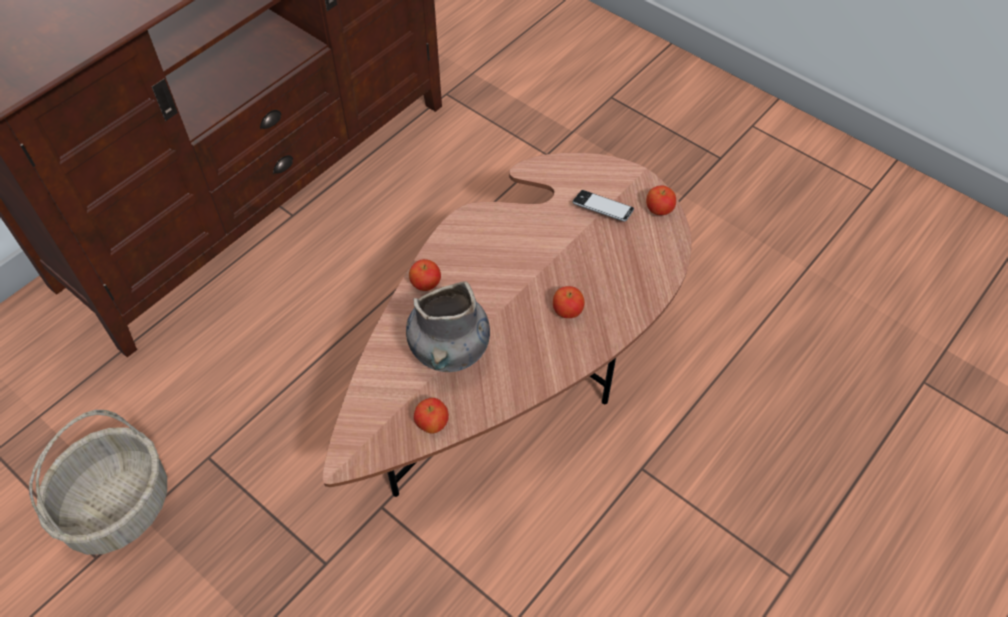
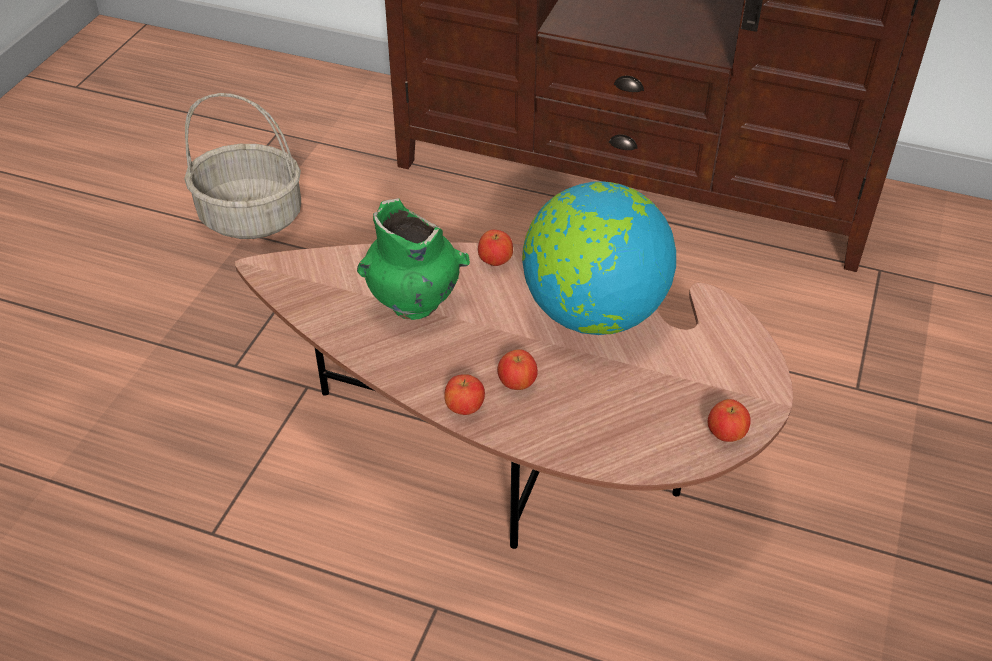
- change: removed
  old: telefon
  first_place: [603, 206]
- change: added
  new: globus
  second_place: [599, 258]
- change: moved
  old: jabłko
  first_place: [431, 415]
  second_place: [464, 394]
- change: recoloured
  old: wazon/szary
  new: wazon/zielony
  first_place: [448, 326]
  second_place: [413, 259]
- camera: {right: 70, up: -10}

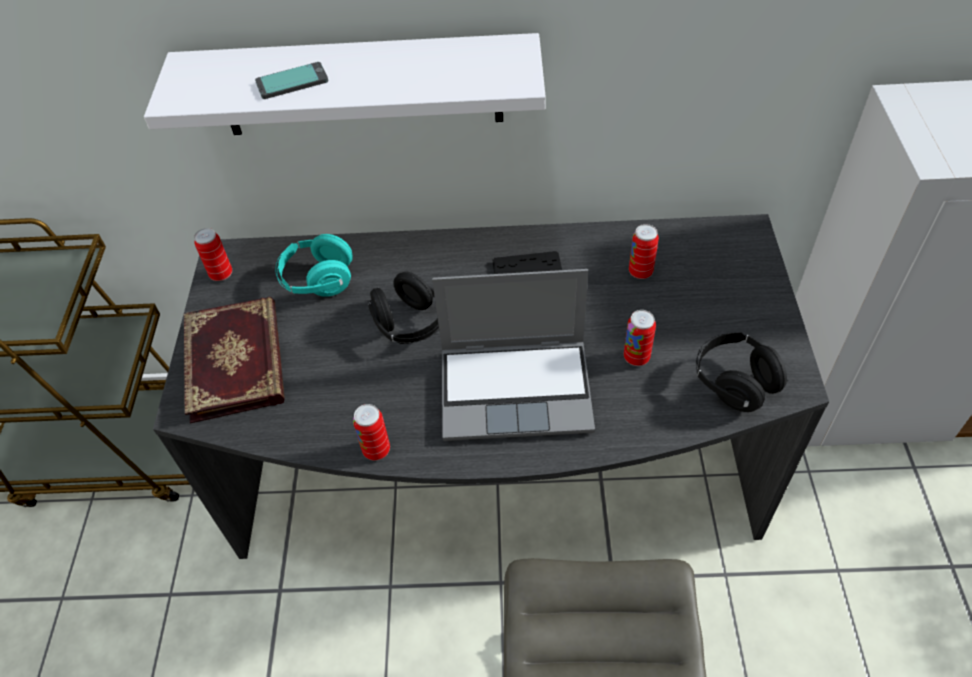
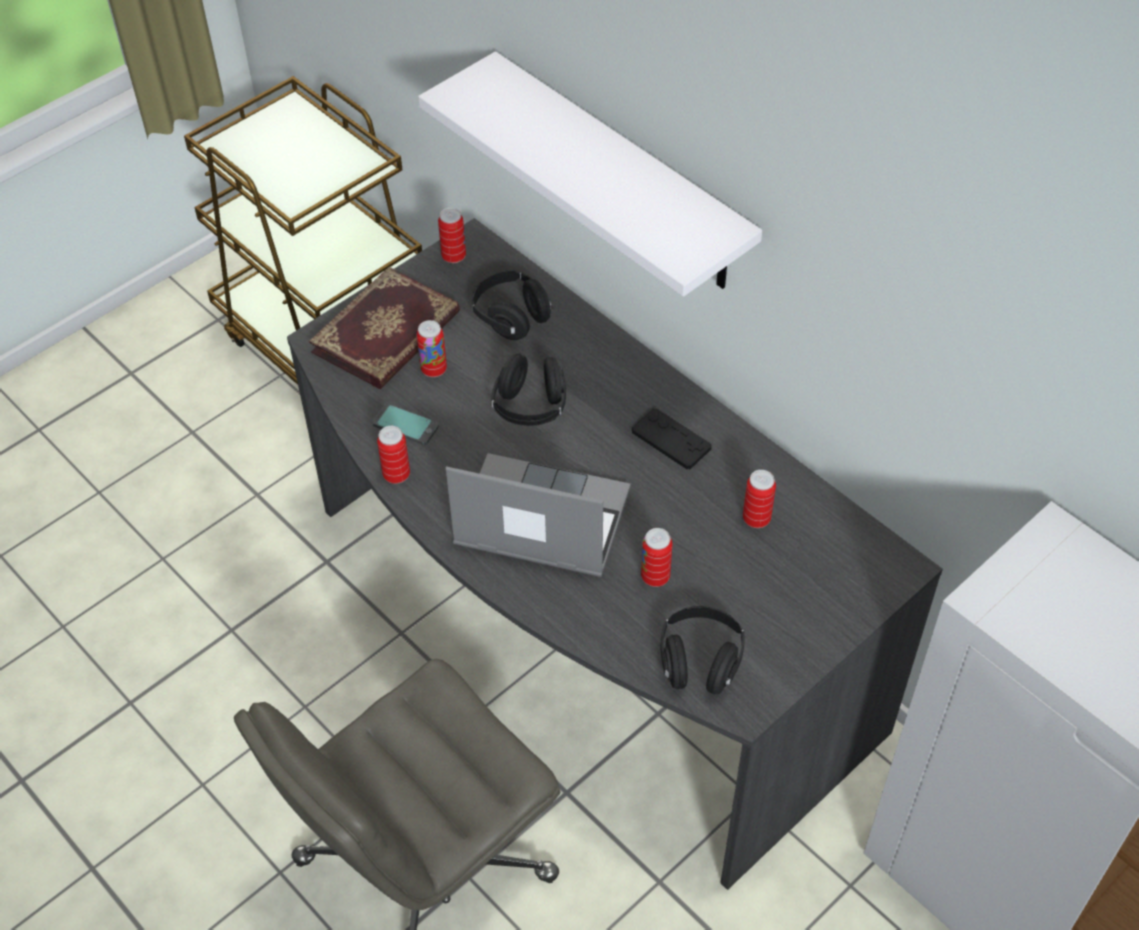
- change: added
  new: puszka
  second_place: [432, 348]
- change: moved
  old: telefon
  first_place: [291, 80]
  second_place: [405, 424]
- change: recoloured
  old: słuchawki/turkusowy
  new: słuchawki/czarny
  first_place: [314, 265]
  second_place: [512, 305]
- change: turned
  old: laptop
  first_place: [513, 355]
  second_place: [538, 515]
  degrees: 150
- camera: {right: 45, up: 0}

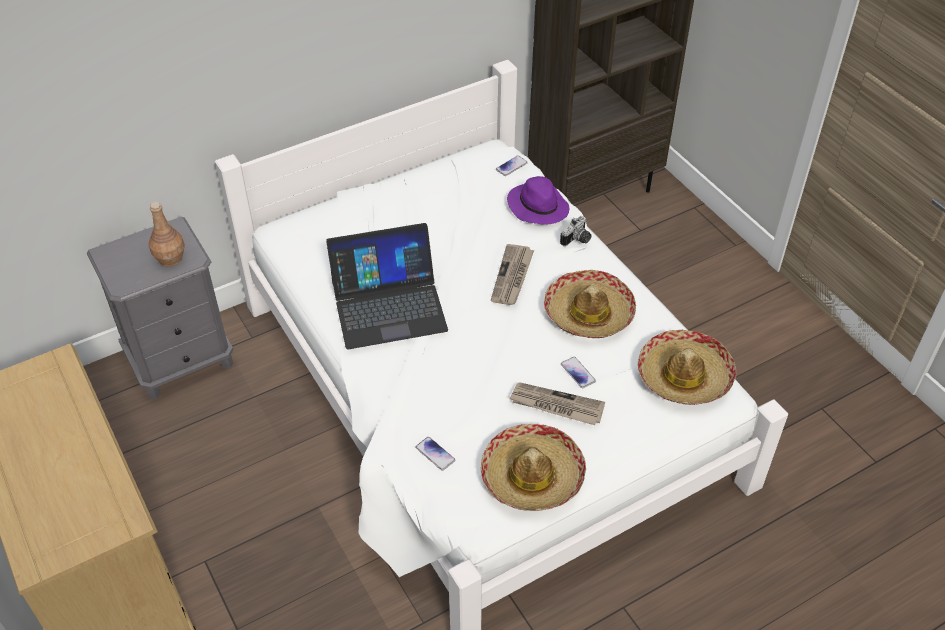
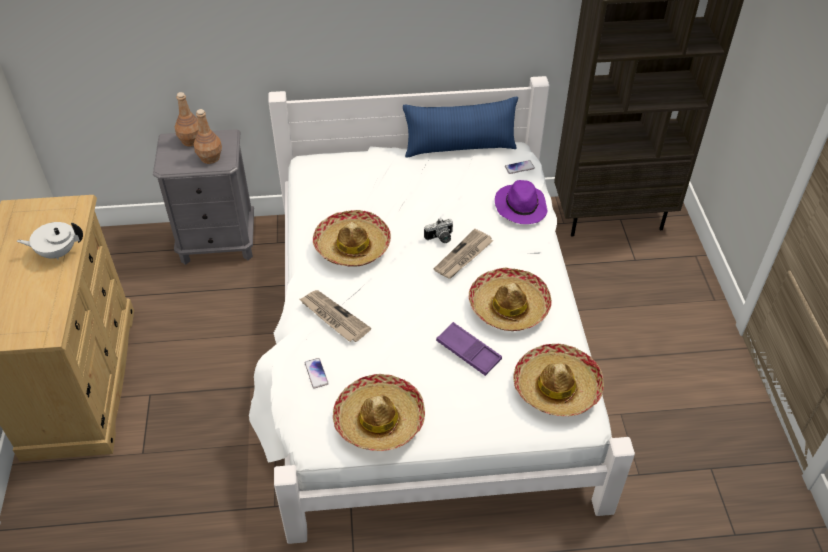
- change: added
  new: imbryk/biały
  second_place: [50, 241]
- change: added
  new: butelka/brązowy
  second_place: [187, 119]
- change: added
  new: poduszka/niebieski
  second_place: [460, 127]
- change: moved
  old: gazeta
  first_place: [557, 403]
  second_place: [335, 316]
- change: moved
  old: aparat fotograficzny
  first_place: [576, 231]
  second_place: [438, 230]
- change: replaced
  old: laptop
  new: kapelusz
  first_place: [387, 286]
  second_place: [352, 238]
- change: replaced
  old: telefon
  new: taca/fioletowy
  first_place: [578, 372]
  second_place: [469, 349]
- camera: {right: 25, up: 0}

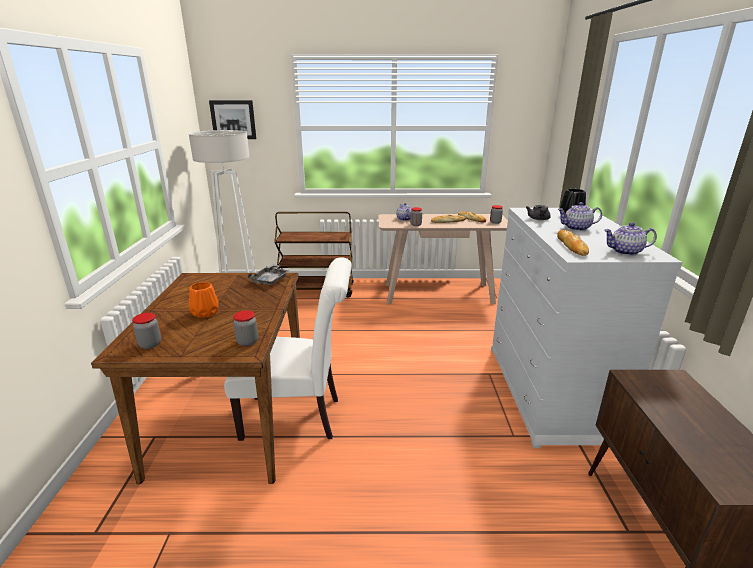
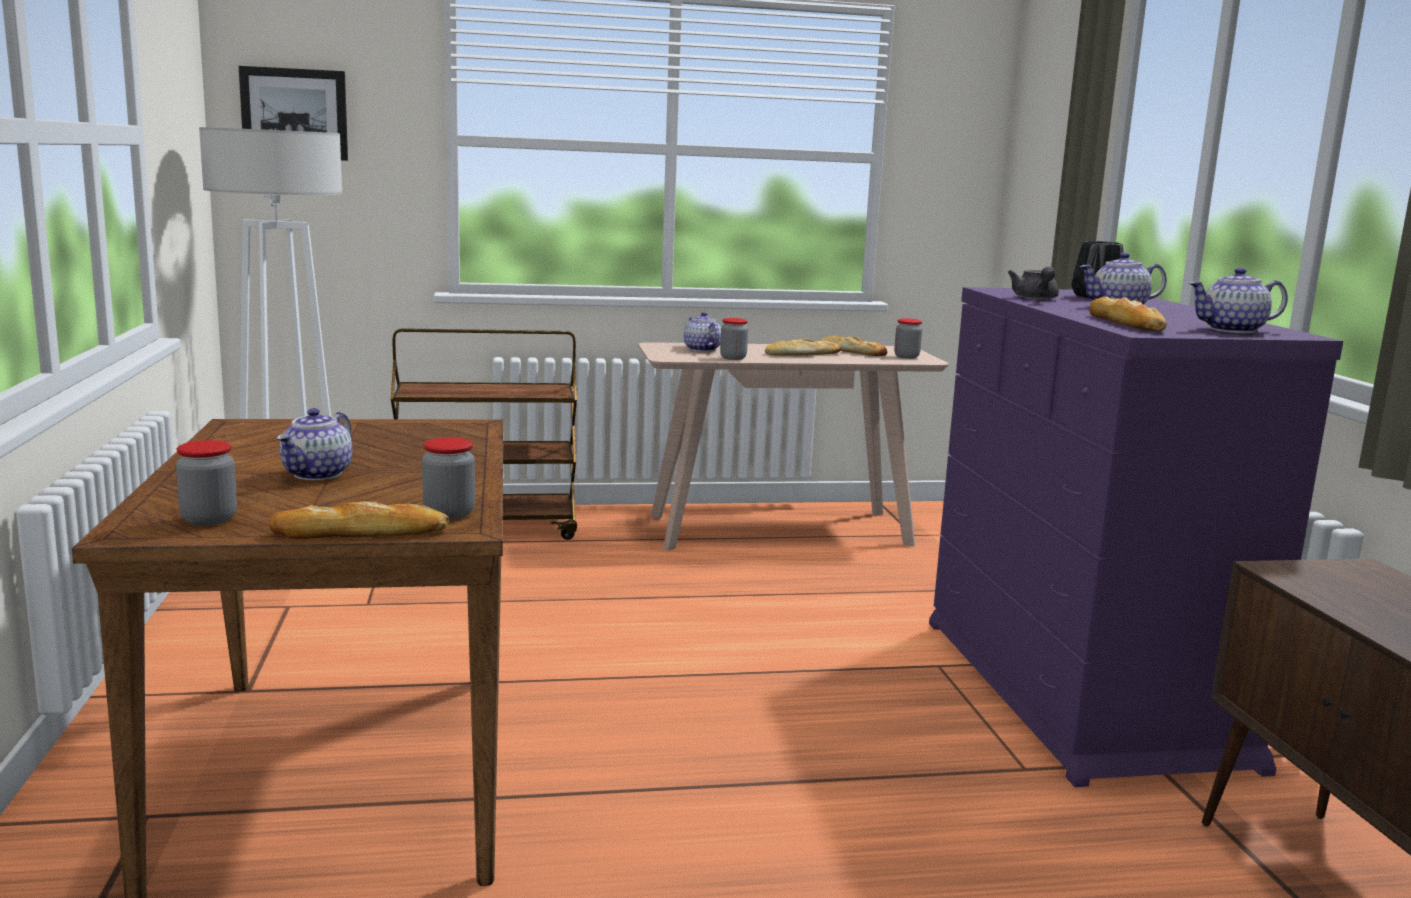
- change: removed
  old: krzesło/biały
  first_place: [288, 349]
- change: removed
  old: taca/szary
  first_place: [269, 274]
- change: added
  new: chleb
  second_place: [359, 520]
- change: replaced
  old: wazon/pomarańczowy
  new: imbryk
  first_place: [203, 300]
  second_place: [314, 444]
- change: recoloured
  old: komoda/biały
  new: komoda/fioletowy
  first_place: [587, 328]
  second_place: [1136, 537]
- camera: {right: -10, up: -10}

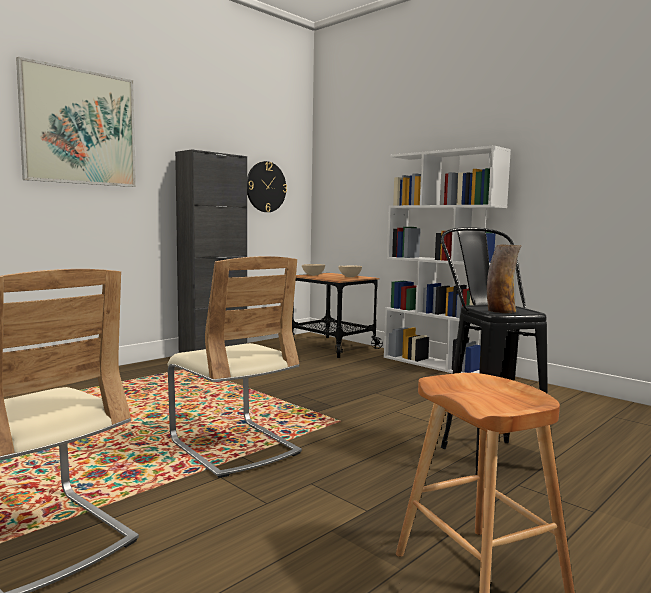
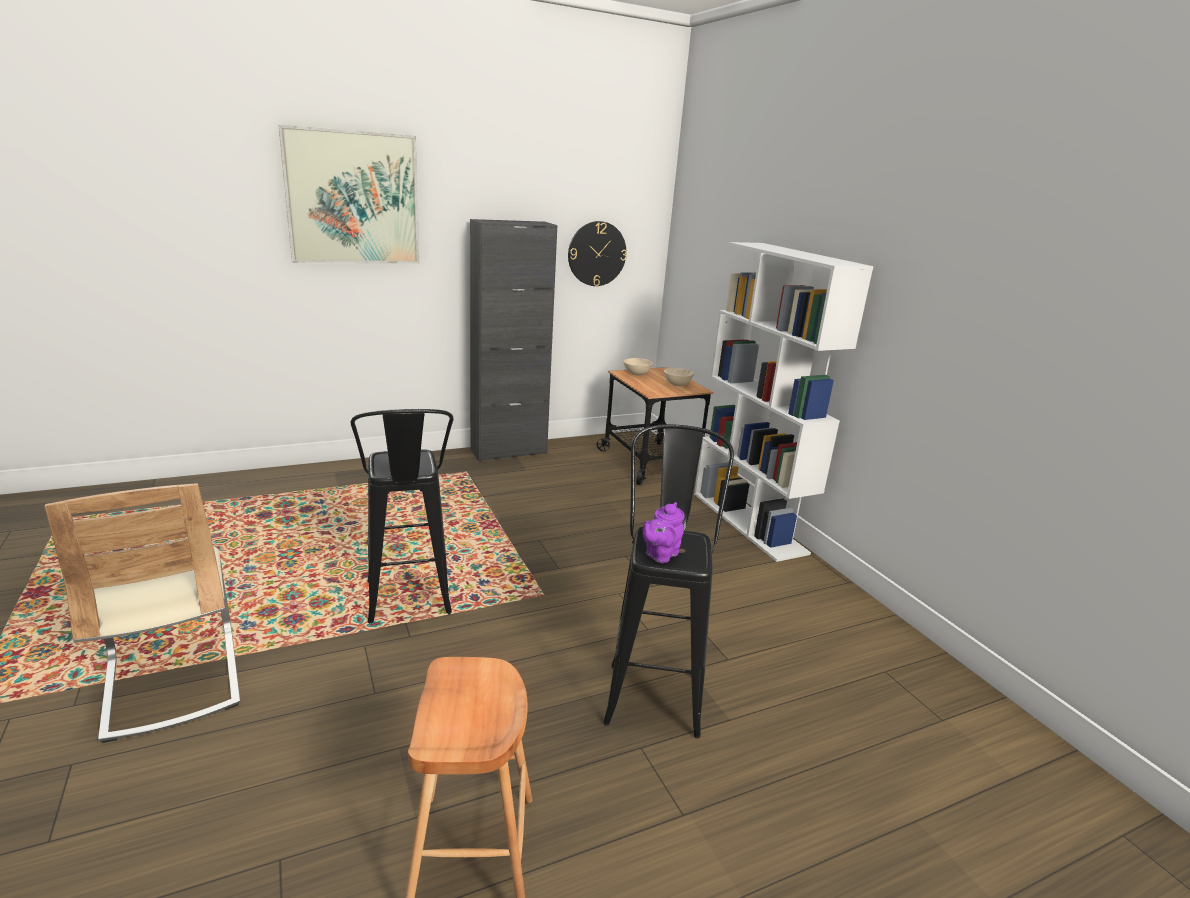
- change: replaced
  old: krzesło/beżowy
  new: stołek/czarny
  first_place: [234, 367]
  second_place: [402, 516]
- change: replaced
  old: wazon
  new: imbryk/fioletowy
  first_place: [504, 278]
  second_place: [664, 532]
- camera: {right: 20, up: 15}

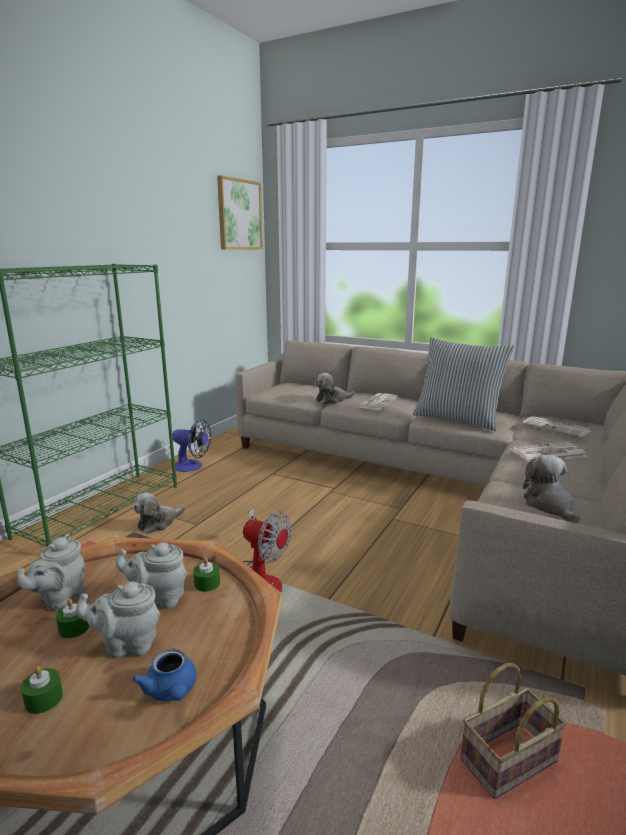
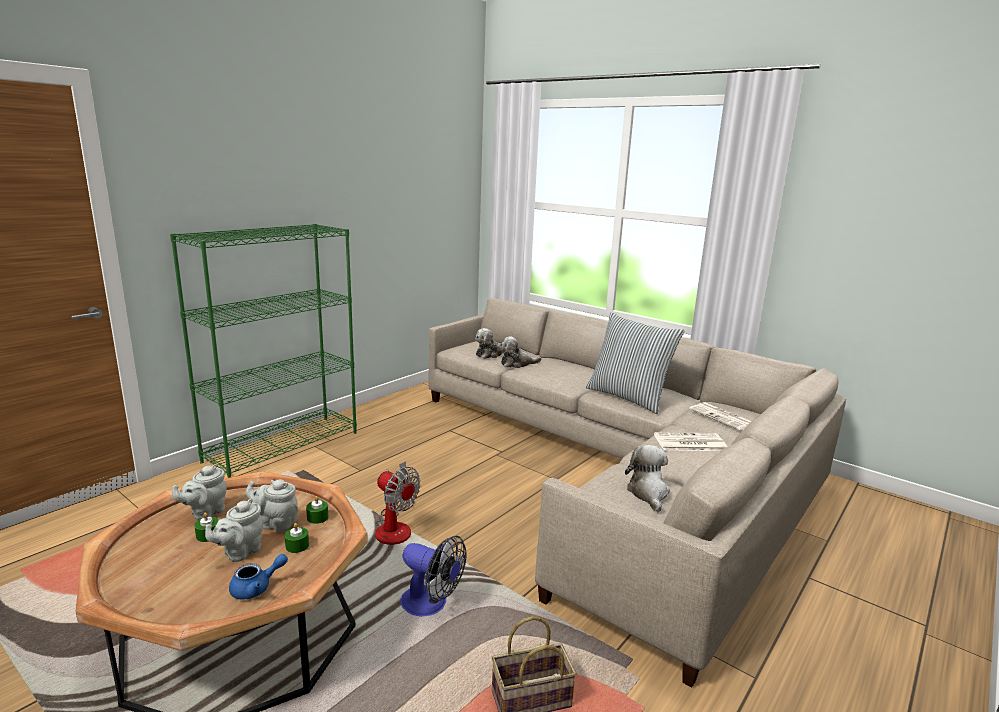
- change: removed
  old: obraz
  first_place: [240, 212]
- change: removed
  old: gazeta
  first_place: [378, 401]
- change: moved
  old: świeca/zielony
  first_place: [42, 690]
  second_place: [297, 538]
- change: moved
  old: pluszak
  first_place: [159, 513]
  second_place: [489, 343]
- change: moved
  old: wentylator
  first_place: [191, 445]
  second_place: [433, 576]
- change: turned
  old: imbryk/szary
  first_place: [118, 620]
  second_place: [234, 530]
  degrees: -60
- change: turned
  old: imbryk/niebieski
  first_place: [164, 675]
  second_place: [258, 577]
  degrees: -105
- camera: {right: 10, up: 0}

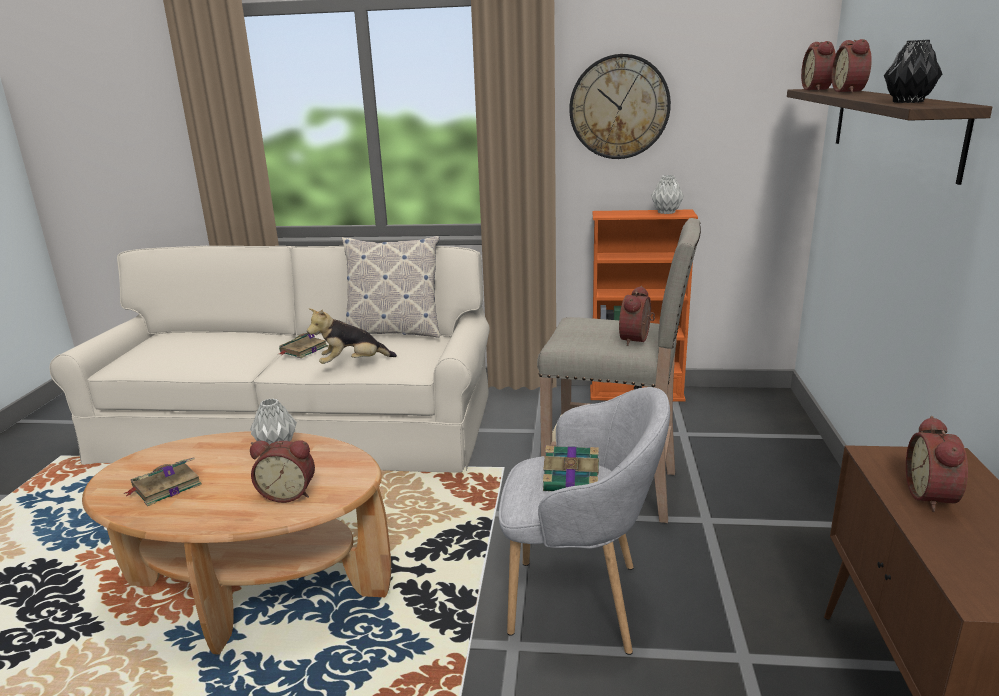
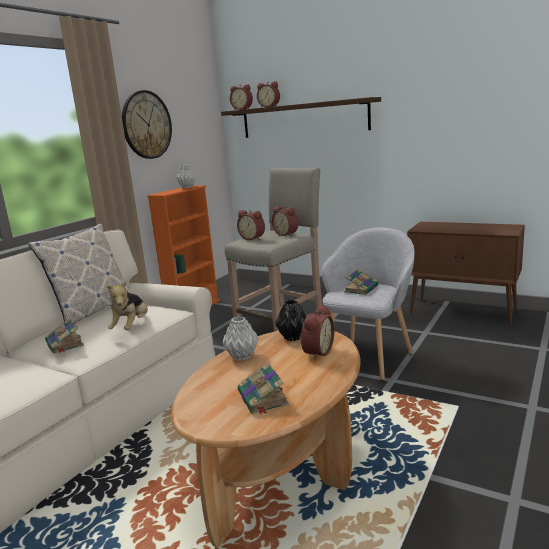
- change: moved
  old: wazon/czarny
  first_place: [913, 71]
  second_place: [291, 320]
- change: moved
  old: budzik
  first_place: [937, 464]
  second_place: [251, 225]
- camera: {right: -65, up: -5}

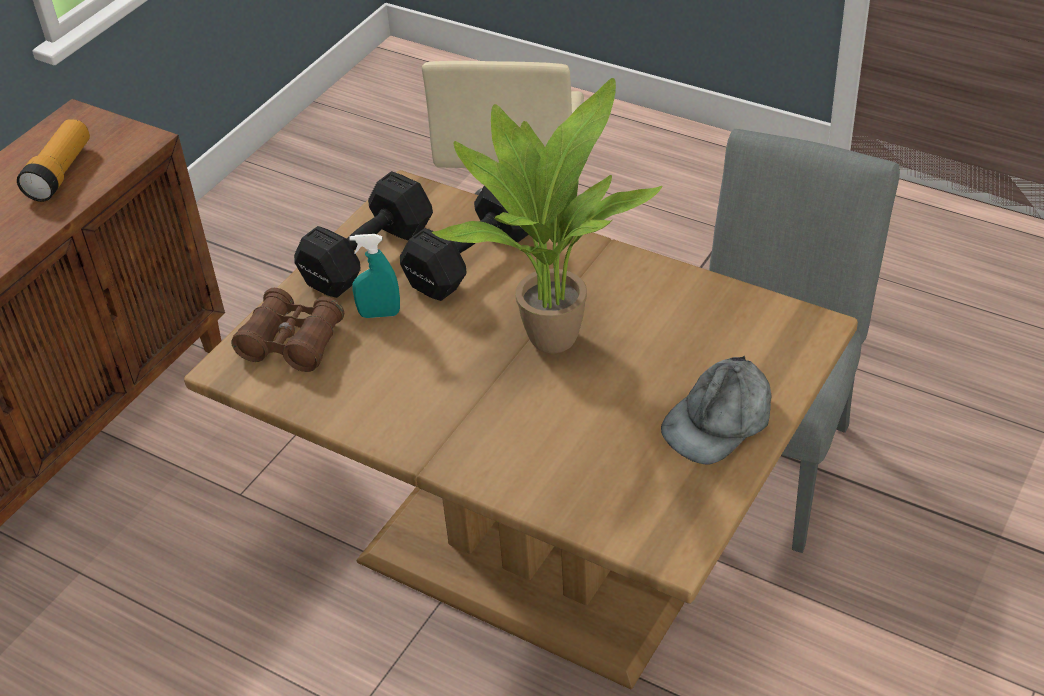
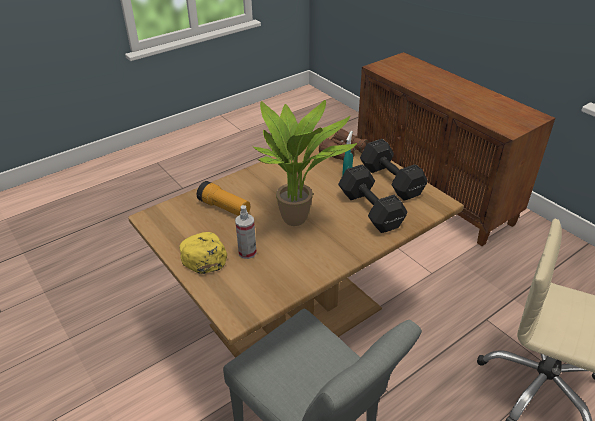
- change: added
  new: spryskiwacz
  second_place: [246, 232]
- change: moved
  old: latarka
  first_place: [53, 160]
  second_place: [223, 198]
- change: recoloured
  old: czapka z daszkiem/szary
  new: czapka z daszkiem/żółty
  first_place: [716, 410]
  second_place: [203, 253]
- camera: {right: 110, up: -5}

